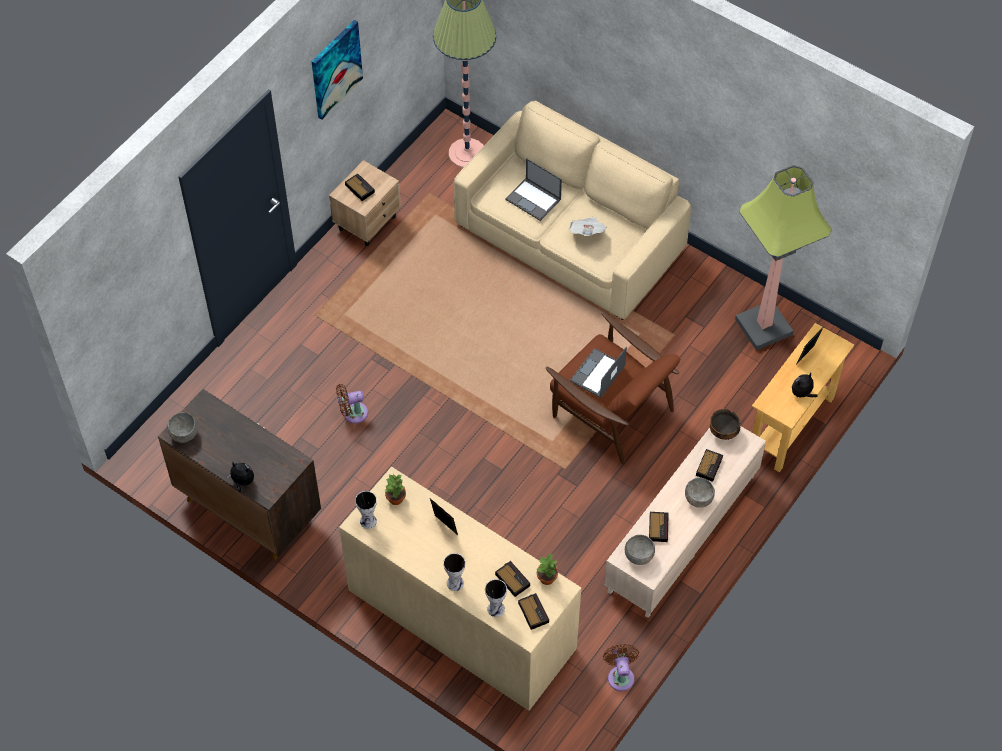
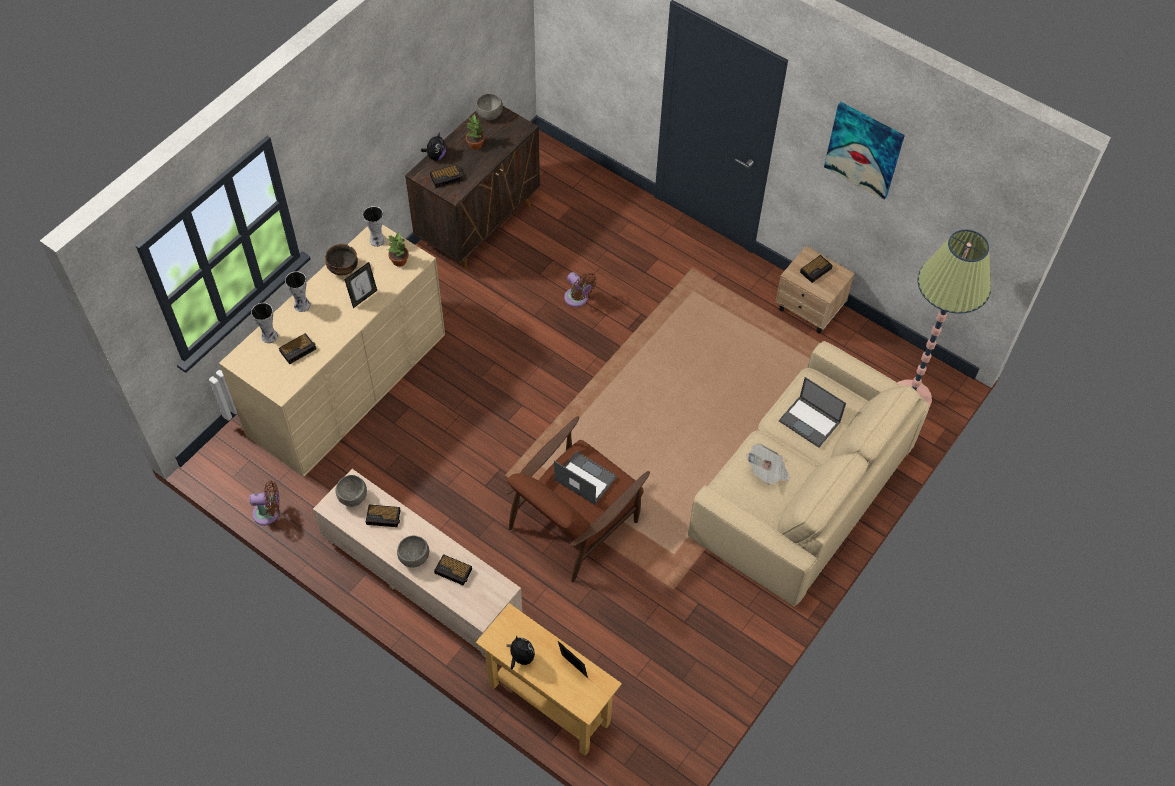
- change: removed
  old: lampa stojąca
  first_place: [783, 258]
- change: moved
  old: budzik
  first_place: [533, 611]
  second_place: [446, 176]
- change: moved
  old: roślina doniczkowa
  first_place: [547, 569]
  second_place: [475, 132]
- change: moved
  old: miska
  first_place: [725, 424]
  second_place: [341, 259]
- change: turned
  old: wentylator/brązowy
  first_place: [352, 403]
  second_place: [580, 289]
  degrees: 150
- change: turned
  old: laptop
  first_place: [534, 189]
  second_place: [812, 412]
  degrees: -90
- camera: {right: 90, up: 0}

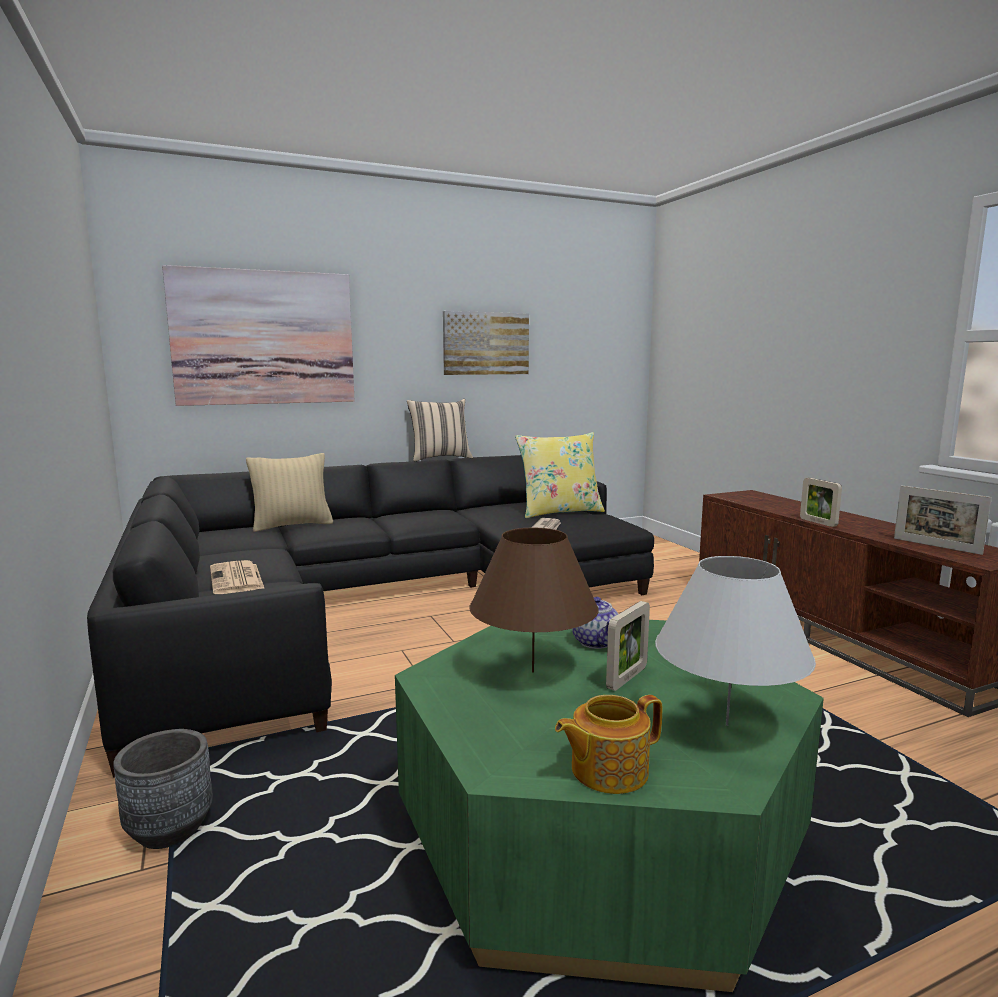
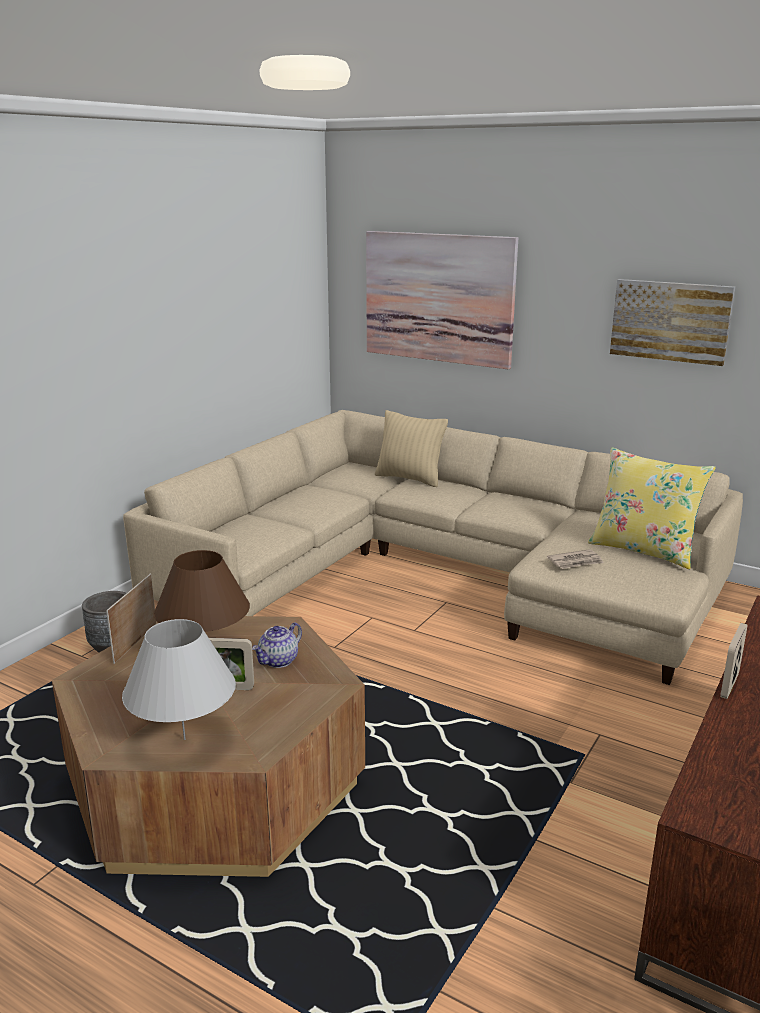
- change: removed
  old: gazeta
  first_place: [237, 577]
- change: removed
  old: poduszka/beżowy
  first_place: [440, 430]
- change: removed
  old: imbryk
  first_place: [608, 744]
- change: moved
  old: ramka na zdjęcie
  first_place: [943, 520]
  second_place: [131, 619]
- change: recoloured
  old: kanapa/czarny
  new: kanapa/beżowy
  first_place: [370, 616]
  second_place: [433, 547]
- change: recoloured
  old: ława/zielony
  new: ława/brązowy
  first_place: [609, 806]
  second_place: [208, 746]
- camera: {right: 55, up: 10}

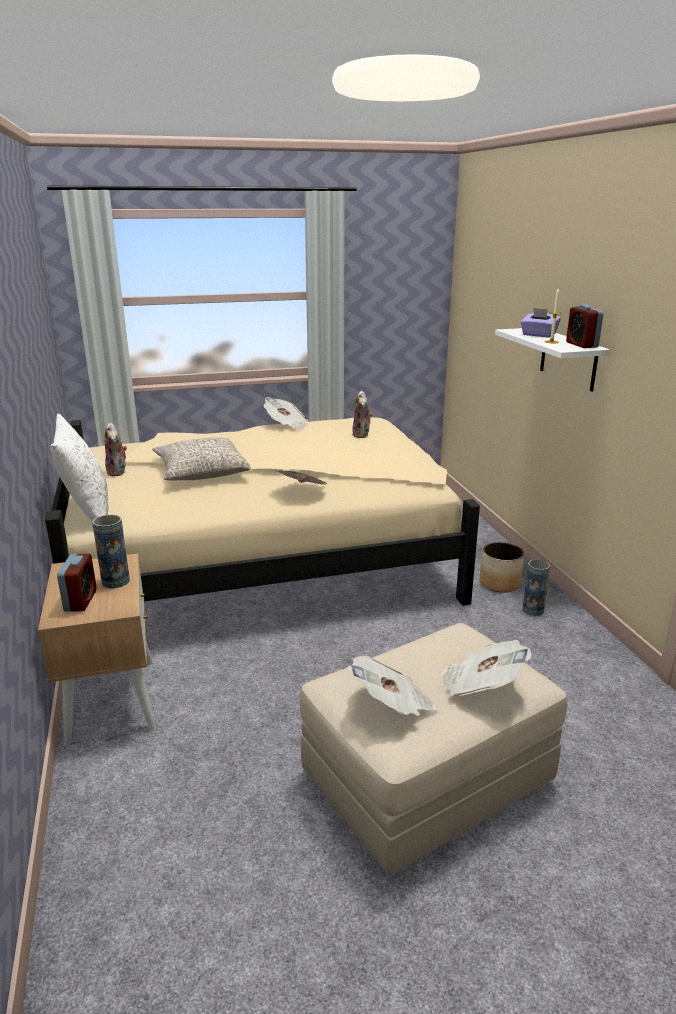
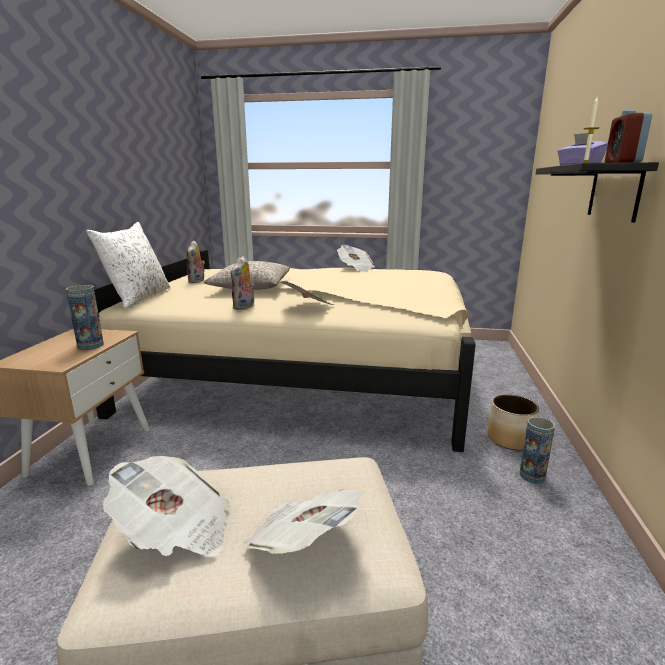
- change: removed
  old: budzik
  first_place: [77, 583]
- change: moved
  old: pluszak
  first_place: [362, 414]
  second_place: [242, 283]
- change: recoloured
  old: półka/biały
  new: półka/czarny
  first_place: [552, 359]
  second_place: [597, 192]
- camera: {right: 25, up: -5}

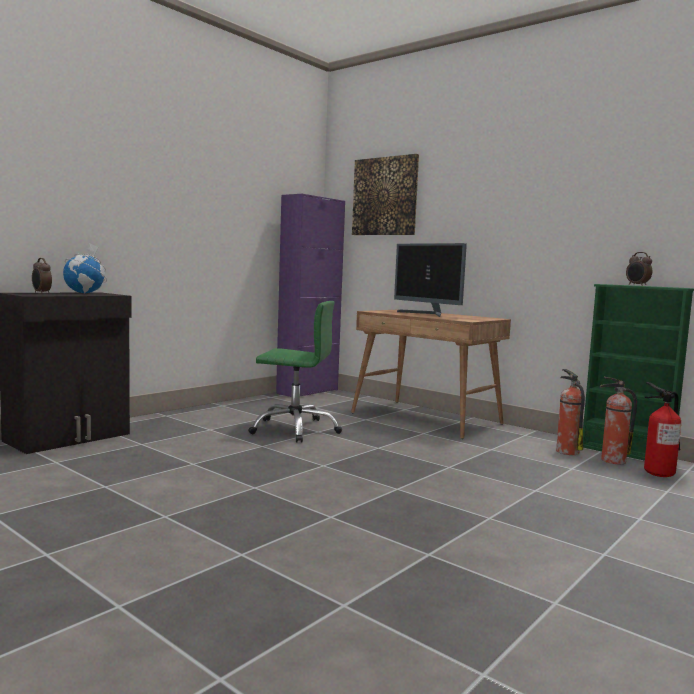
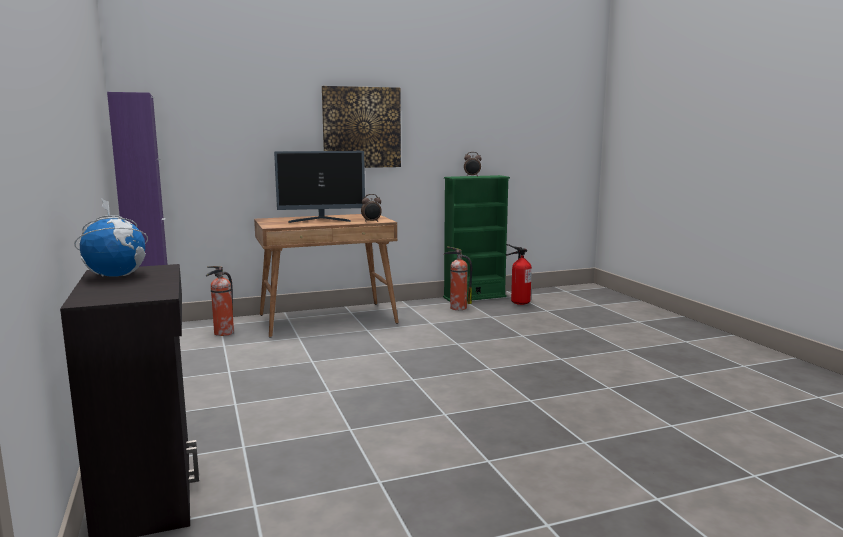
- change: removed
  old: krzesło biurowe/zielony
  first_place: [295, 371]
- change: moved
  old: budzik
  first_place: [42, 275]
  second_place: [371, 208]
- change: moved
  old: obraz
  first_place: [385, 194]
  second_place: [361, 127]
- change: moved
  old: gaśnica
  first_place: [618, 420]
  second_place: [220, 301]
- camera: {right: -60, up: 5}

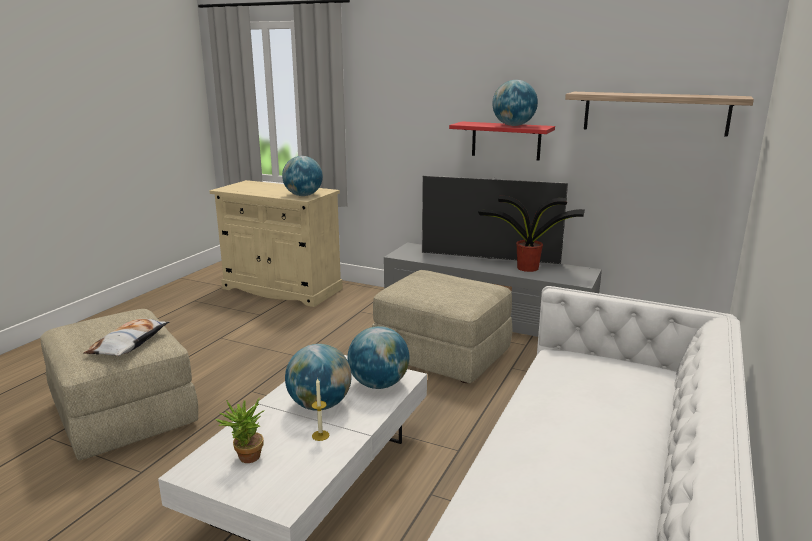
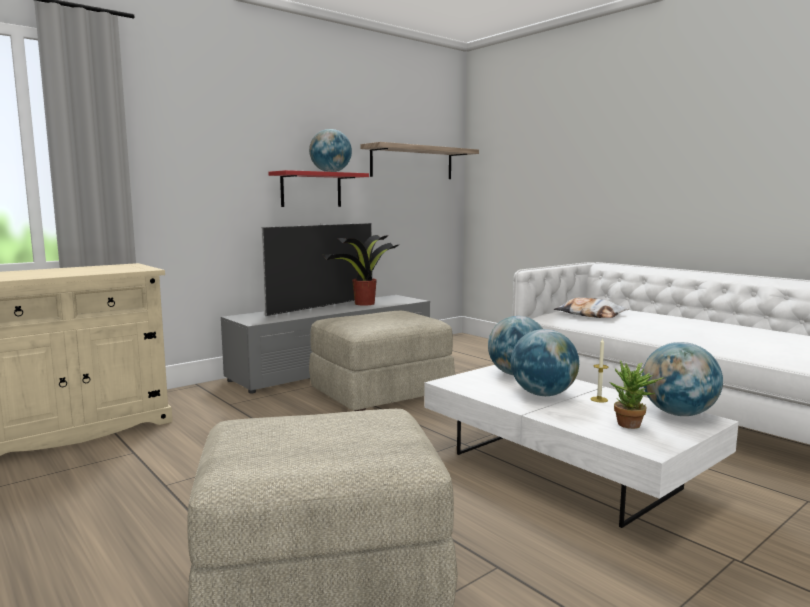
- change: moved
  old: poduszka
  first_place: [126, 337]
  second_place: [591, 307]
- change: moved
  old: globus
  first_place: [302, 176]
  second_place: [682, 379]
- camera: {right: -65, up: -10}

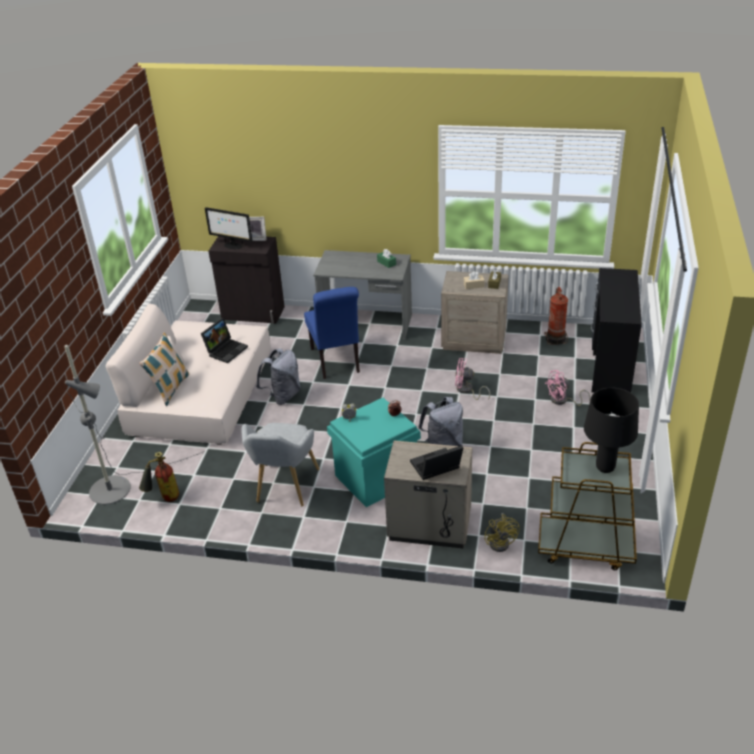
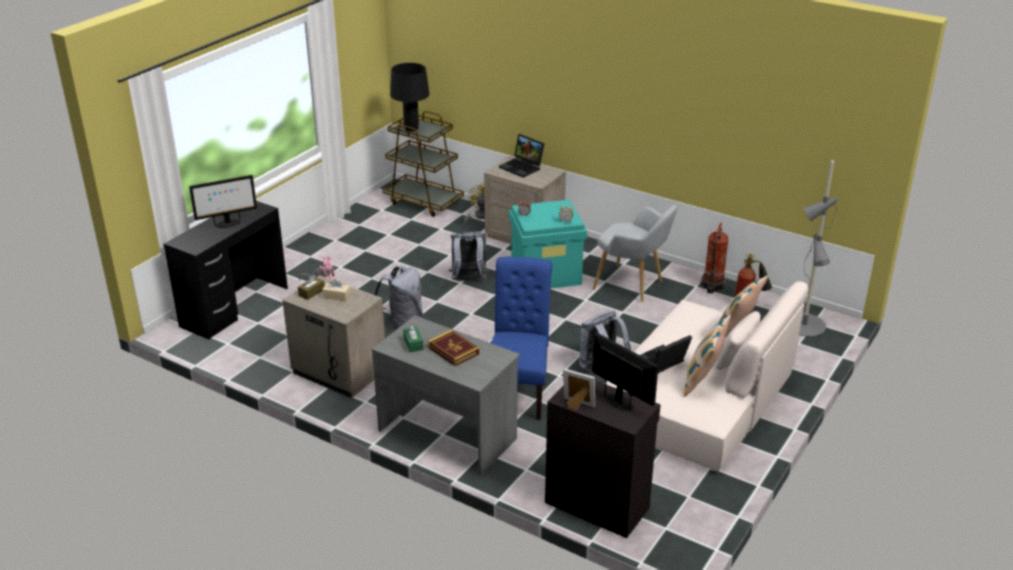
- change: added
  new: monitor
  second_place: [223, 201]
- change: added
  new: książka
  second_place: [453, 348]
- change: added
  new: poduszka
  second_place: [707, 356]
- change: moved
  old: gaśnica
  first_place: [556, 316]
  second_place: [714, 258]
- change: replaced
  old: wentylator/różowy
  new: plecak/szary
  first_place: [472, 379]
  second_place: [398, 297]
- change: turned
  old: fotel/szary
  first_place: [280, 464]
  second_place: [635, 253]
  degrees: 90
- change: turned
  old: laptop
  first_place: [436, 462]
  second_place: [522, 156]
  degrees: 45
- camera: {right: -160, up: -5}

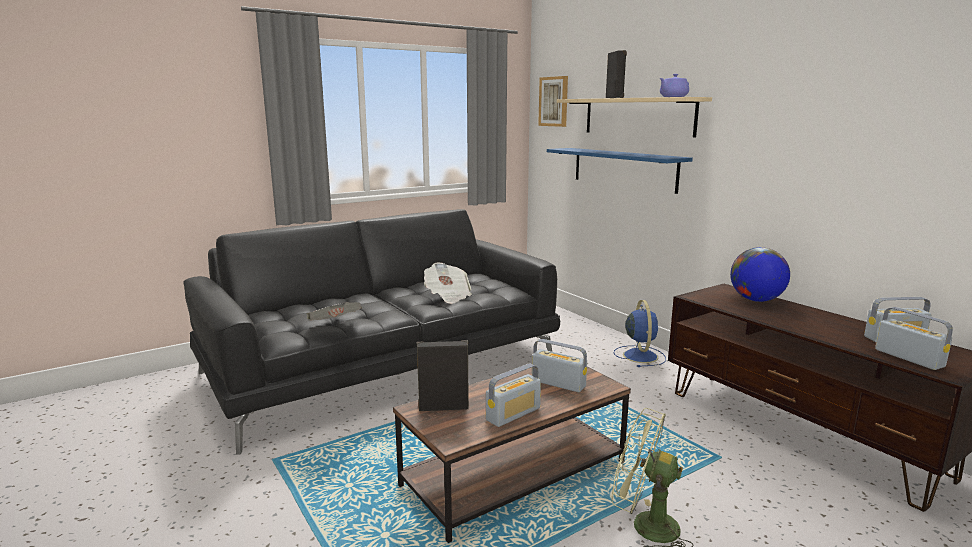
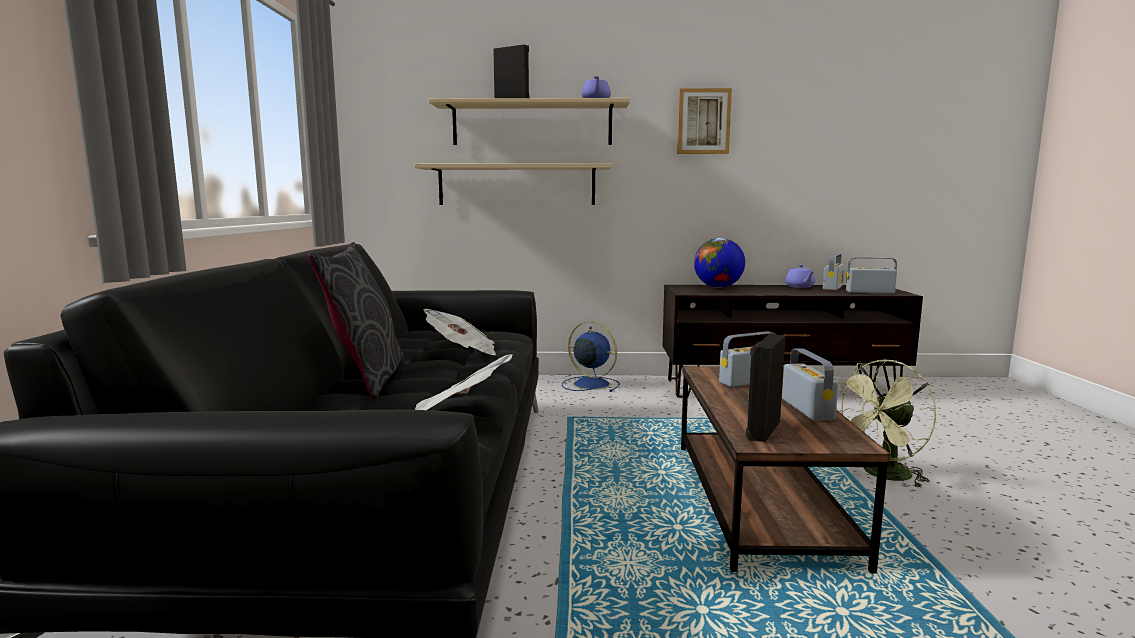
- change: added
  new: poduszka/szary
  second_place: [356, 320]
- change: added
  new: imbryk/fioletowy
  second_place: [800, 276]
- change: moved
  old: obraz
  first_place: [553, 101]
  second_place: [704, 121]
- change: recoloured
  old: półka/niebieski
  new: półka/beżowy
  first_place: [620, 171]
  second_place: [513, 184]
- camera: {right: -55, up: -5}

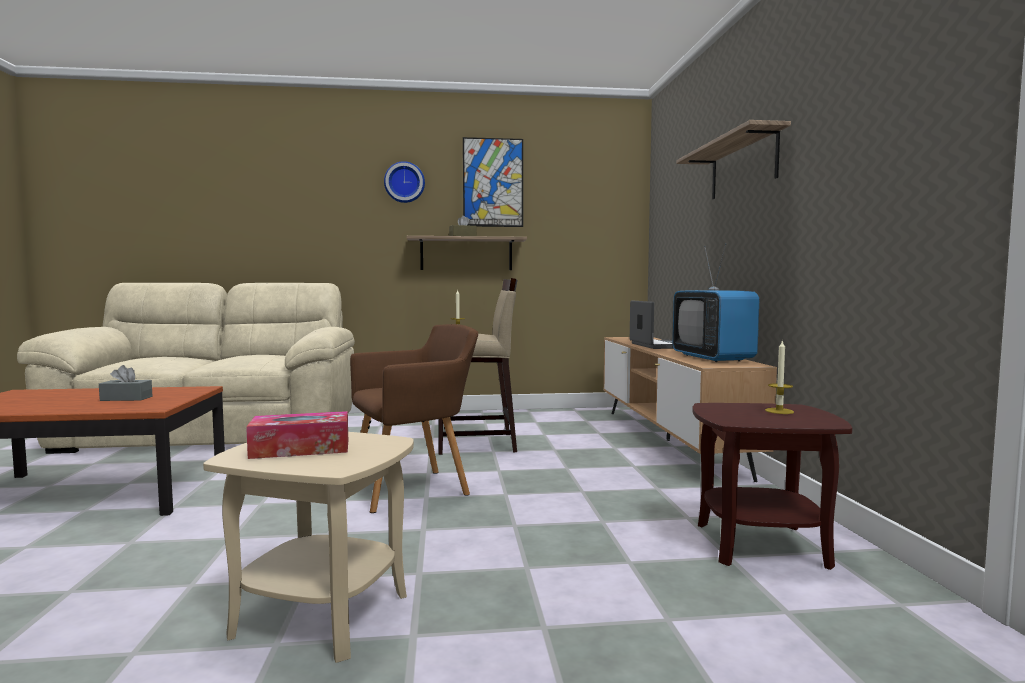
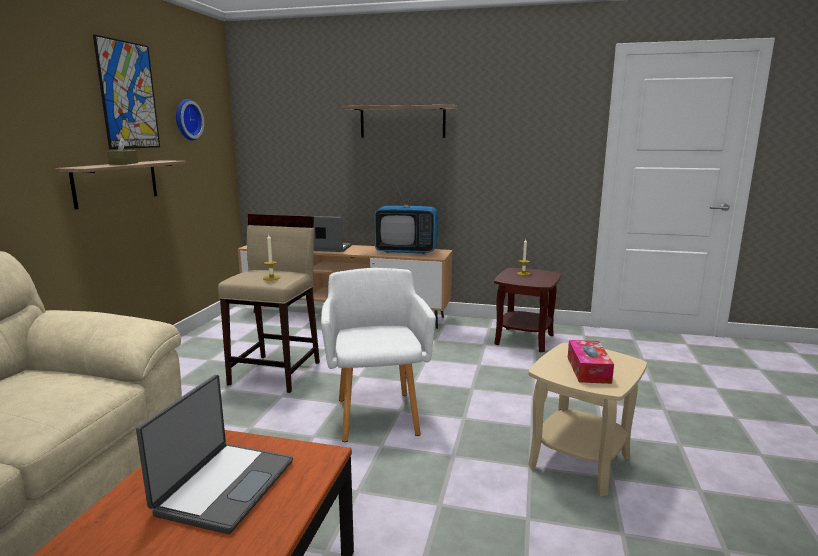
- change: moved
  old: zegar ścienny
  first_place: [404, 182]
  second_place: [190, 120]
- change: replaced
  old: pudełko chusteczek/szary
  new: laptop
  first_place: [125, 383]
  second_place: [214, 454]
- change: recoloured
  old: fotel/brązowy
  new: fotel/biały
  first_place: [414, 418]
  second_place: [378, 355]
- camera: {right: -70, up: 10}

